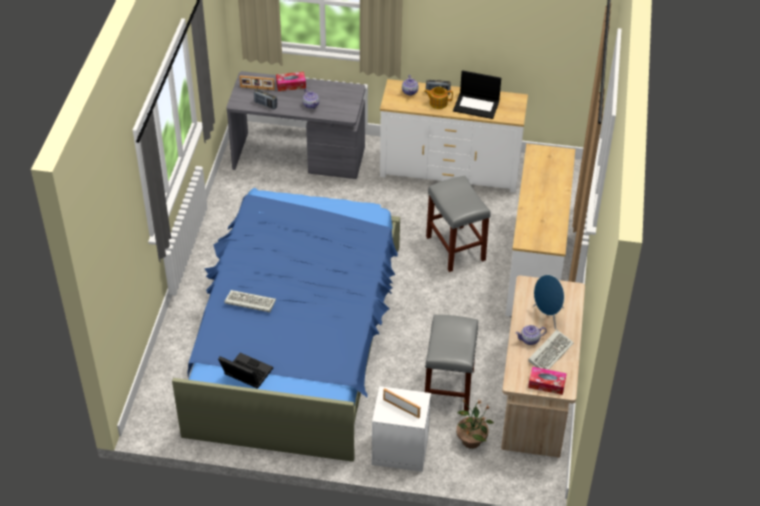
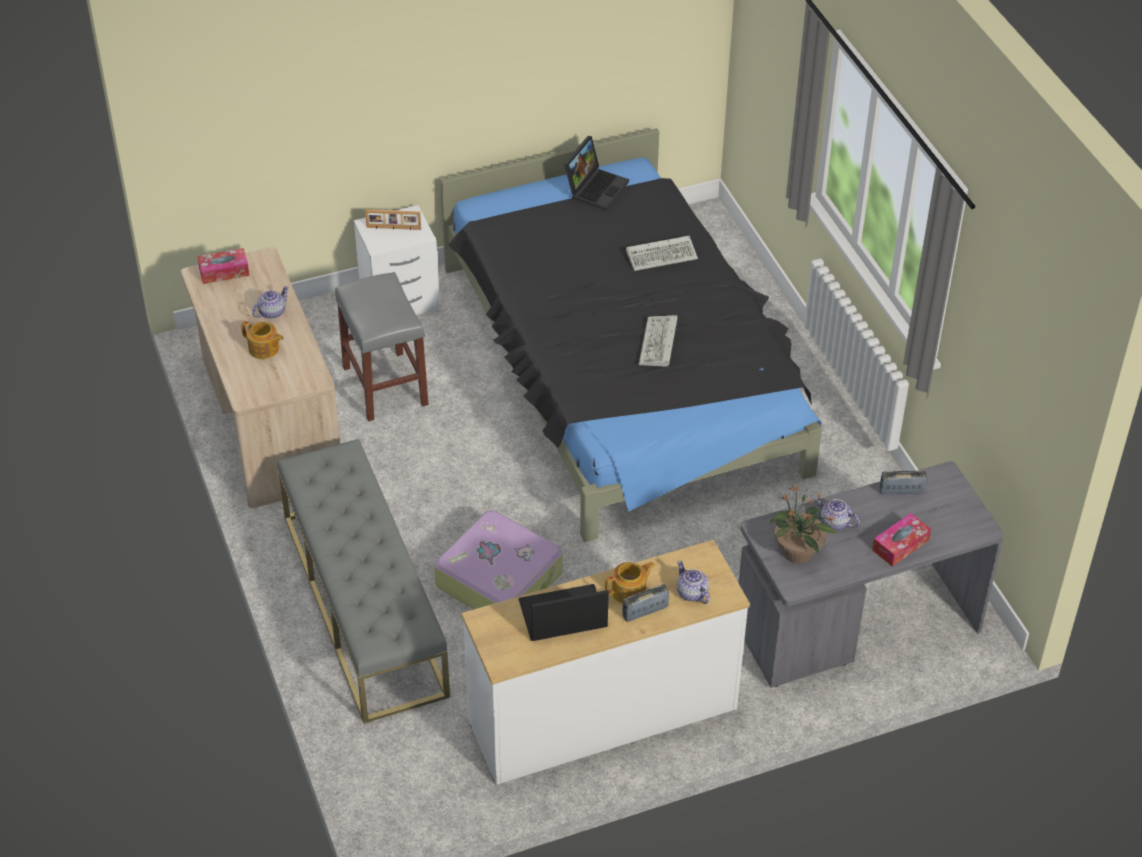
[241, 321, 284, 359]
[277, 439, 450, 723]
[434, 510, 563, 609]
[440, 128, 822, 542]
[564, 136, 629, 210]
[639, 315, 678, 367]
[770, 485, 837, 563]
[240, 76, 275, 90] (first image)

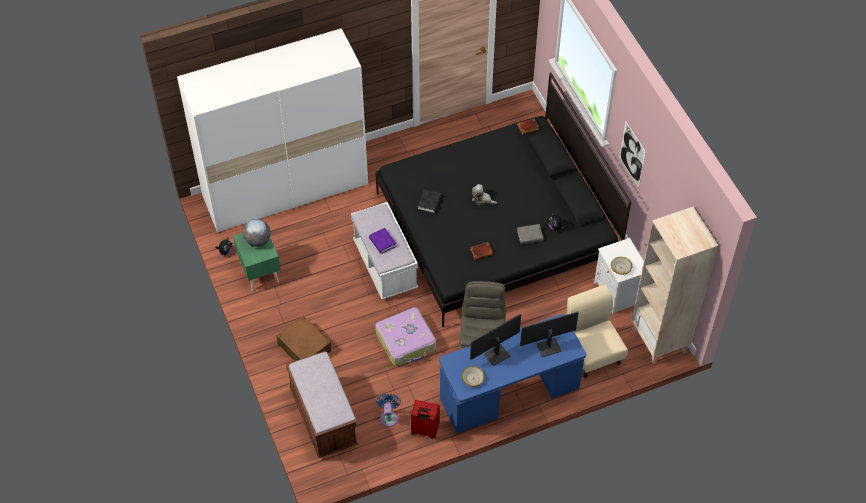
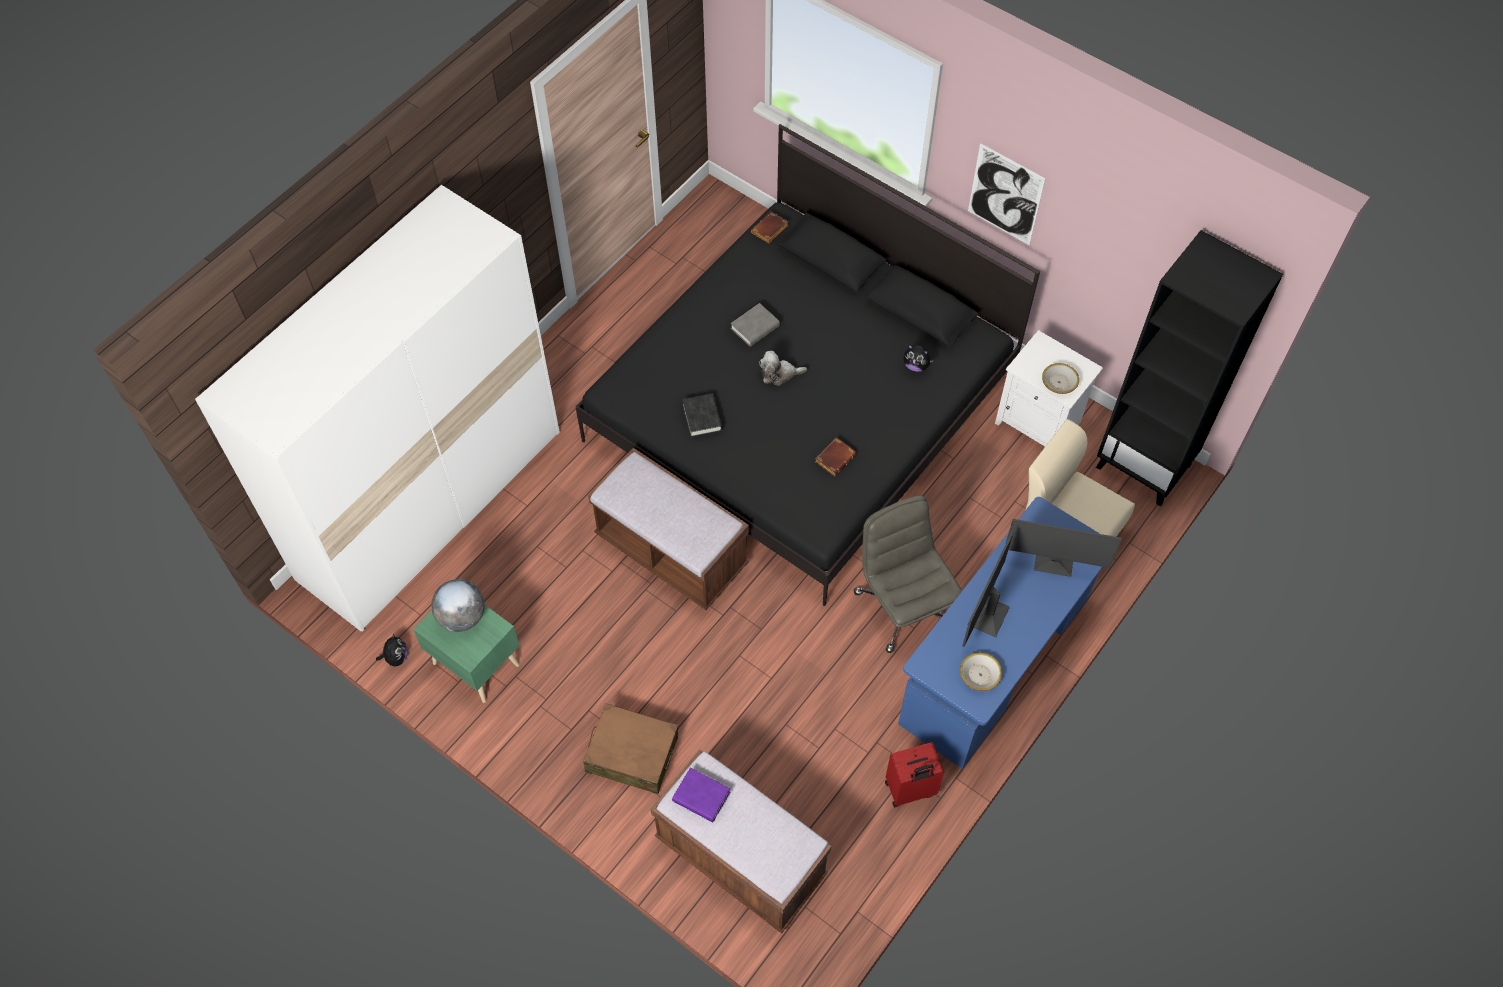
[588, 448, 749, 610]
[672, 768, 730, 822]
[730, 303, 780, 347]
[1006, 519, 1122, 577]
[1096, 230, 1283, 507]
[375, 307, 436, 366] (first image)
[376, 393, 401, 427] (first image)

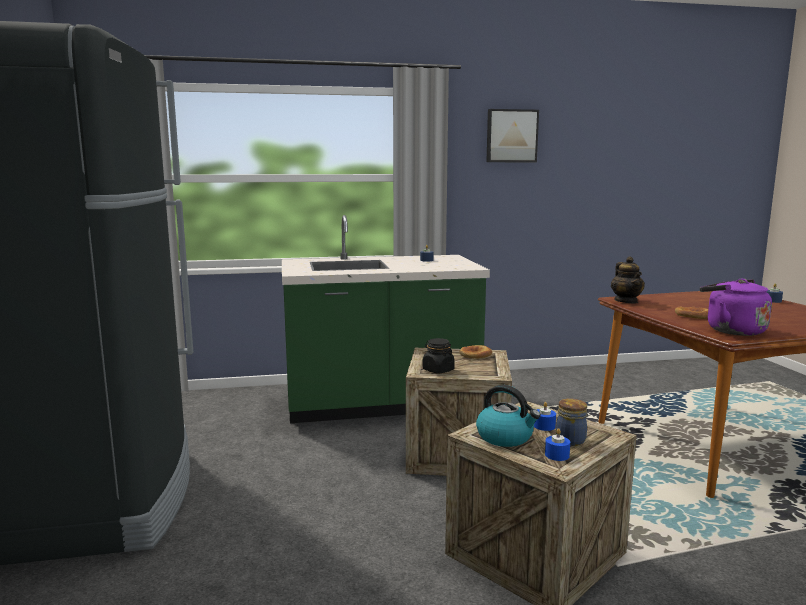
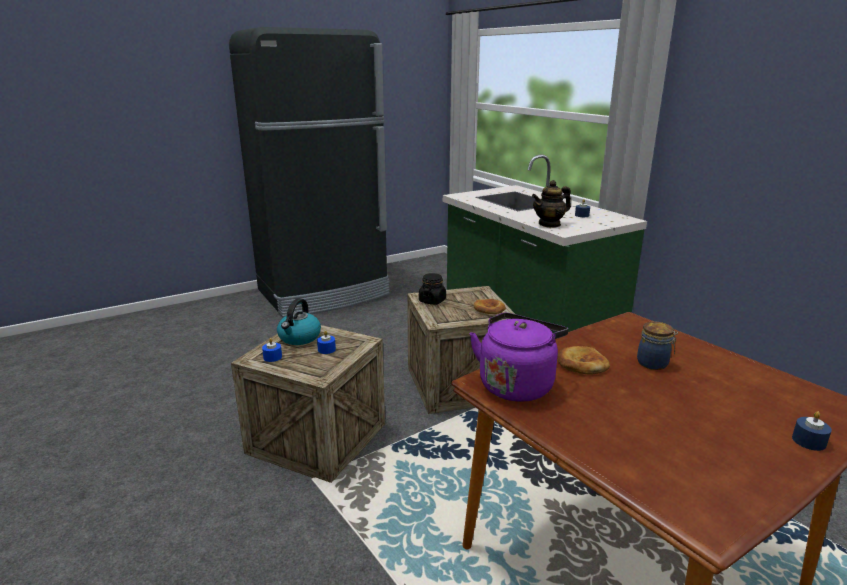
[532, 180, 571, 228]
[637, 321, 678, 370]
[486, 109, 539, 162] (first image)

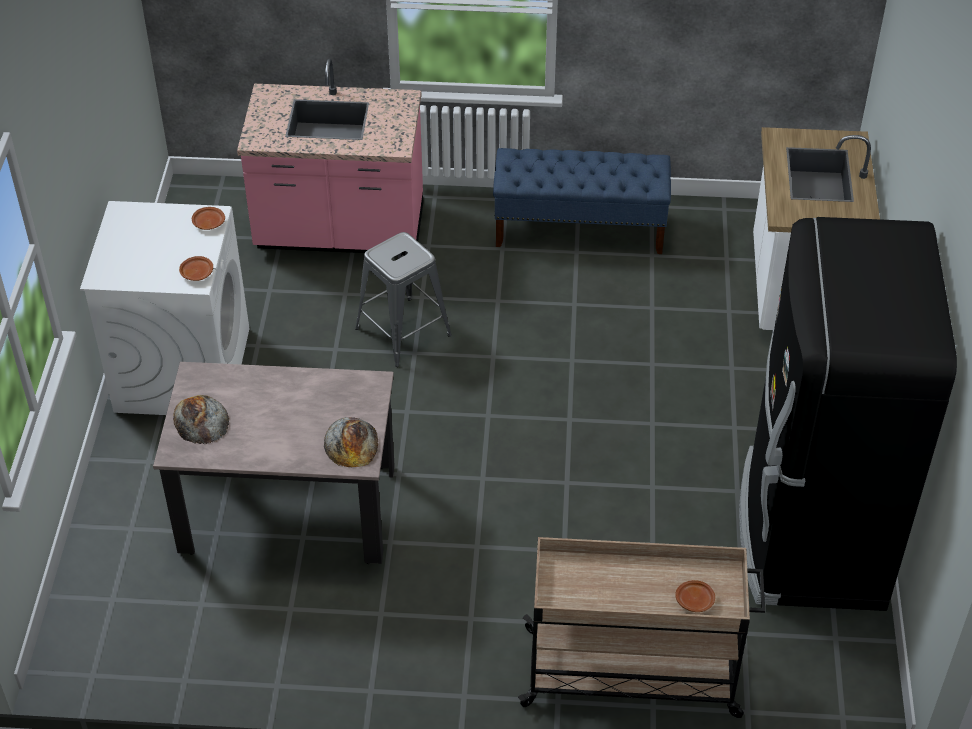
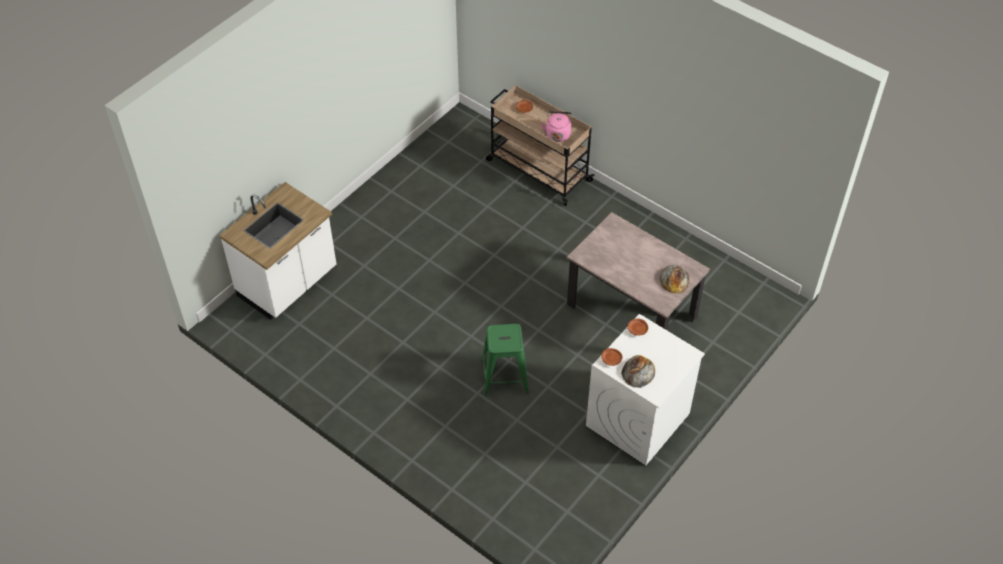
[481, 324, 529, 396]
[541, 111, 571, 142]
[621, 355, 655, 388]
[237, 58, 423, 253] (first image)
[493, 148, 671, 254] (first image)
[739, 217, 957, 611] (first image)

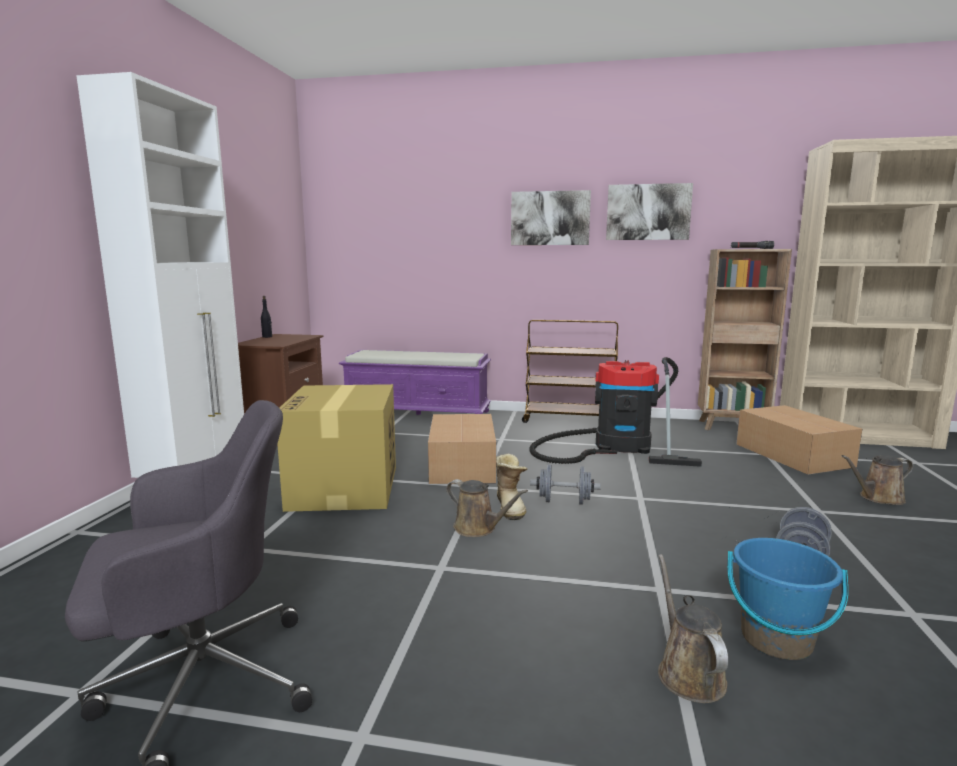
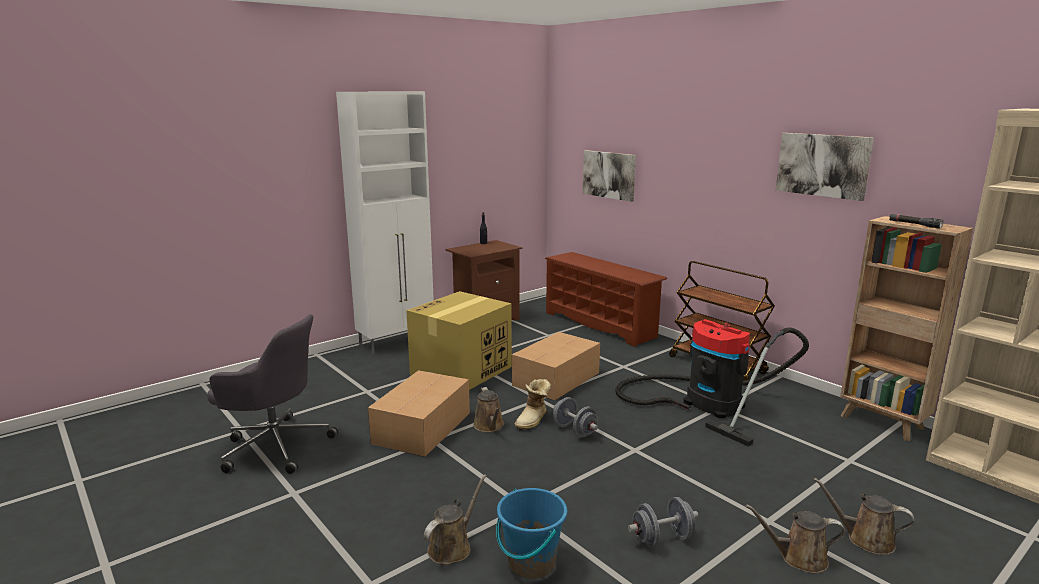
[368, 370, 470, 457]
[545, 252, 667, 347]
[583, 150, 636, 202]
[745, 504, 845, 573]

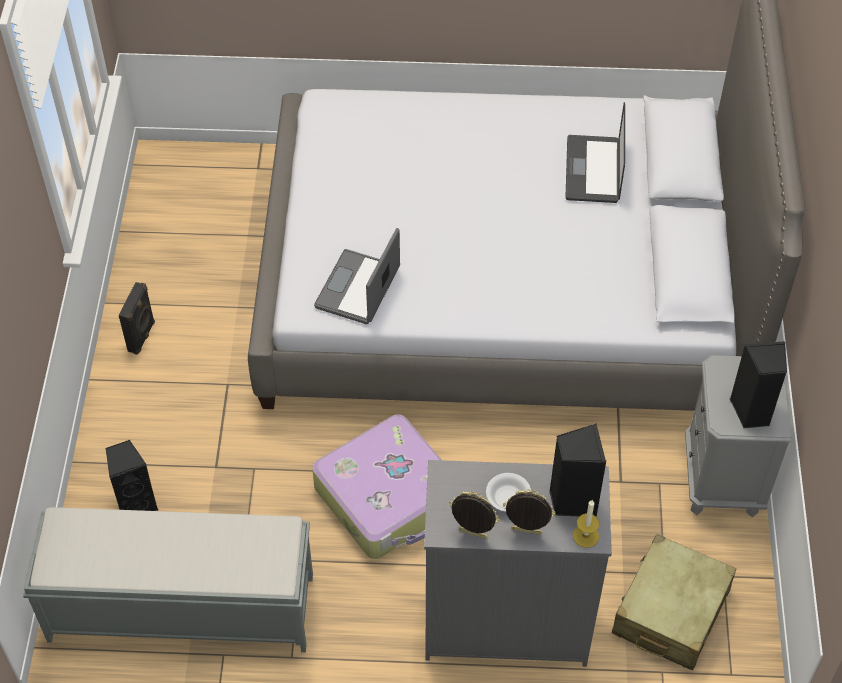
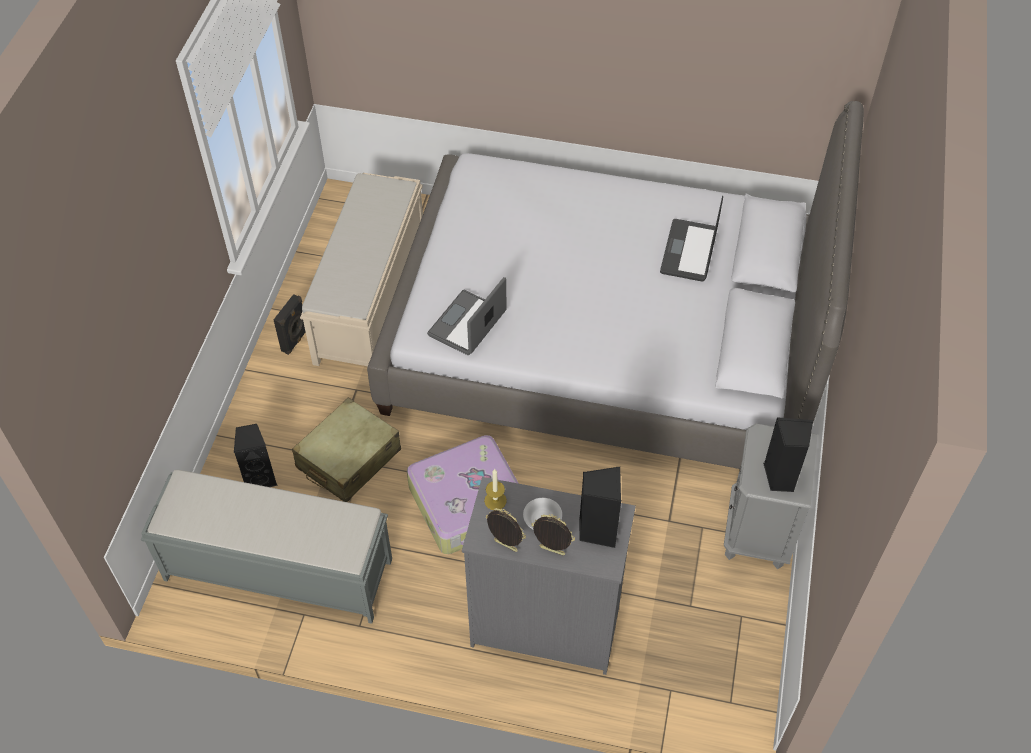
[292, 398, 401, 502]
[300, 173, 423, 366]
[484, 469, 507, 510]

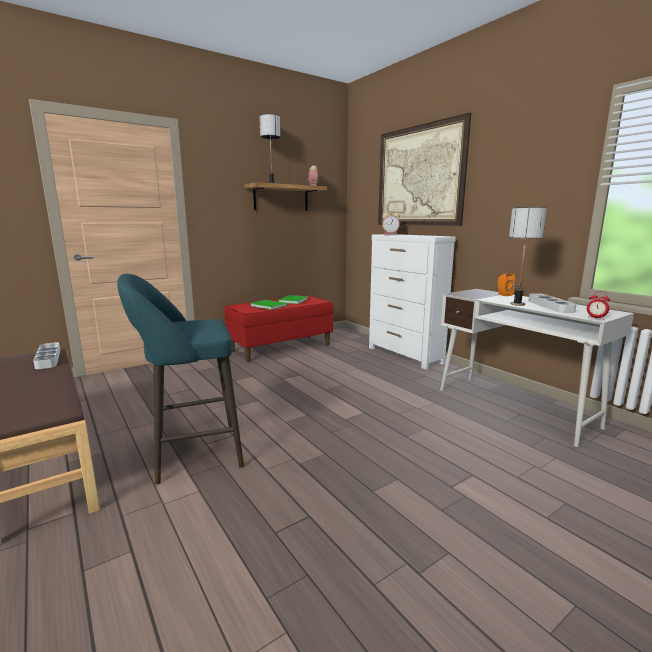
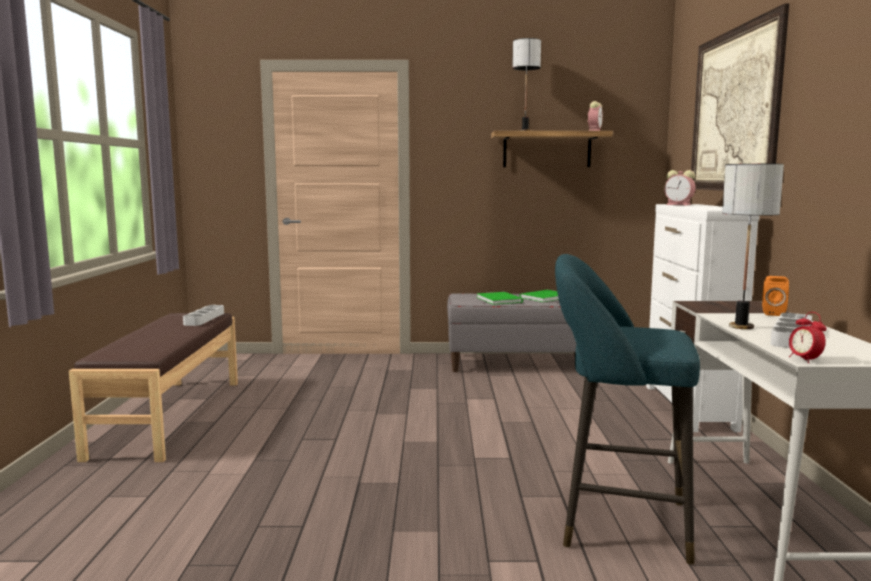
[447, 293, 577, 372]
[555, 254, 700, 565]

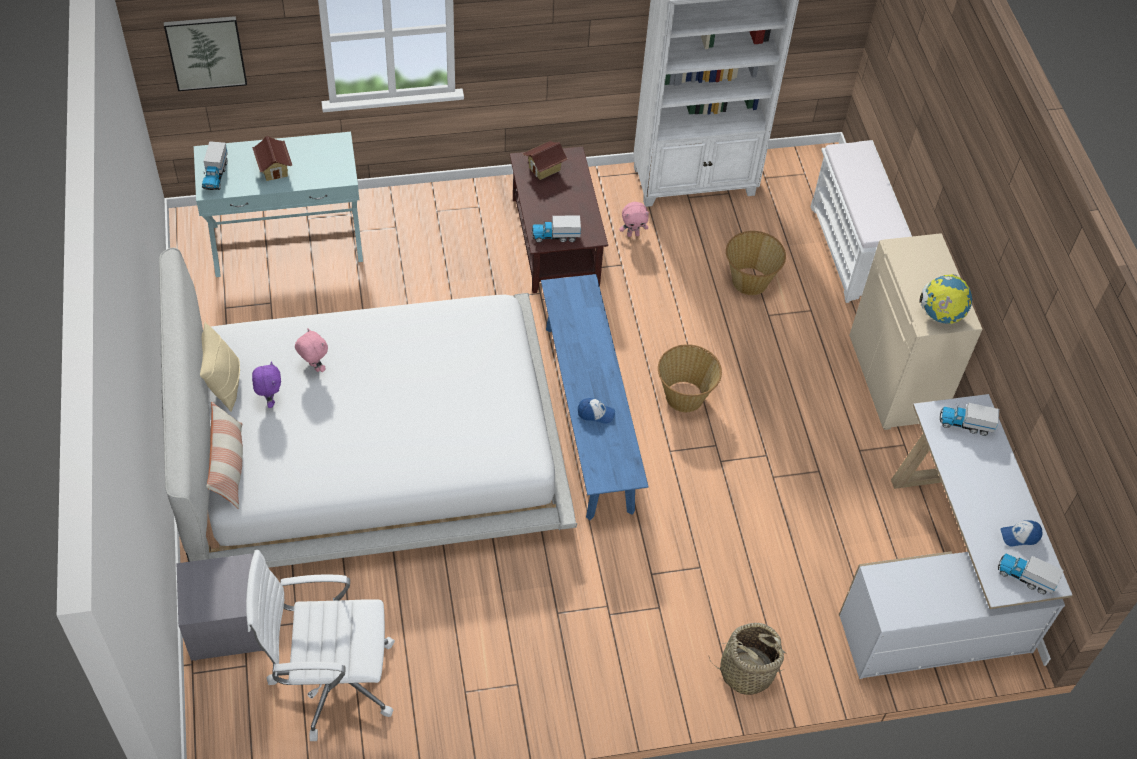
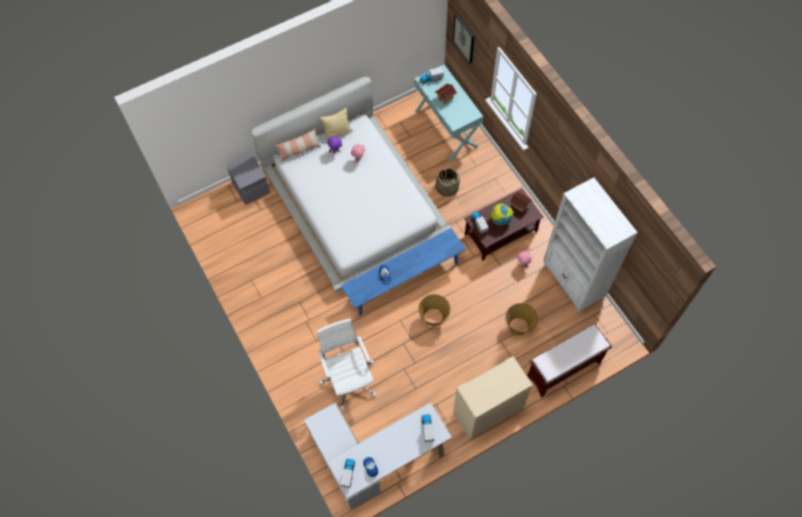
[317, 318, 377, 410]
[435, 166, 460, 198]
[491, 203, 513, 226]
[527, 324, 612, 397]

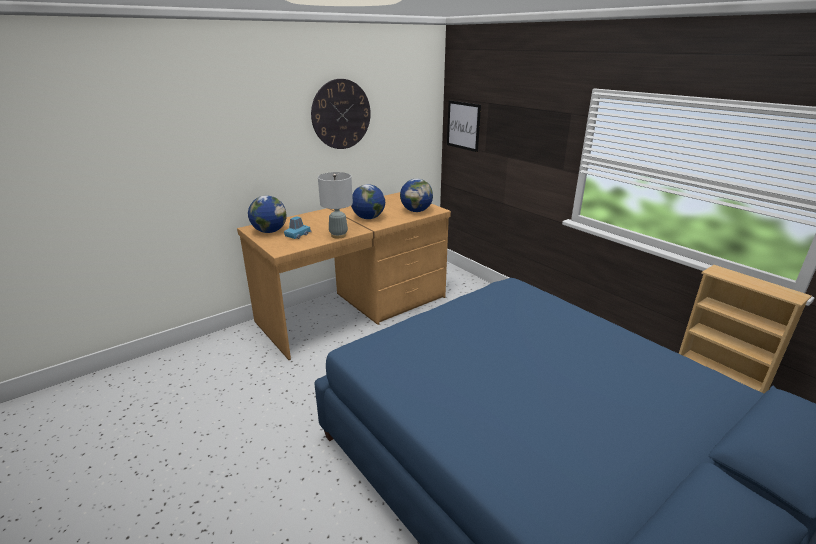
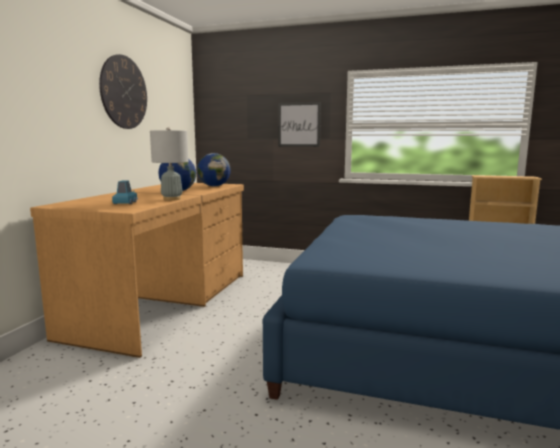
[278, 102, 321, 147]
[248, 196, 286, 233] (first image)

